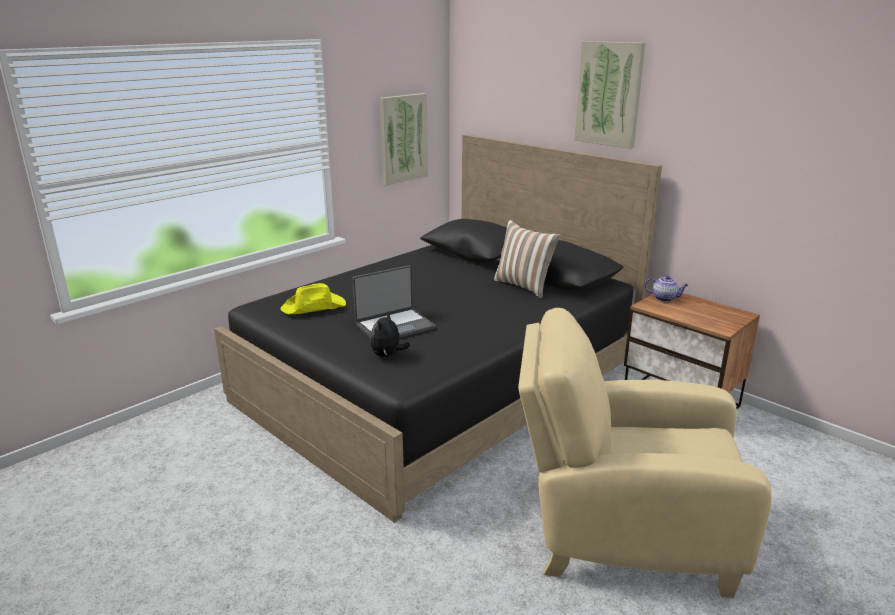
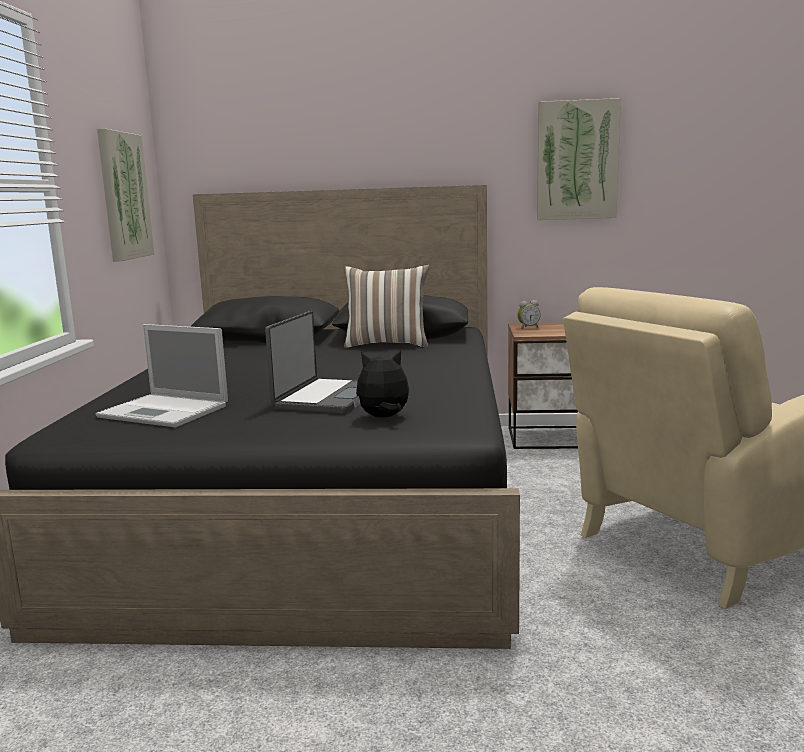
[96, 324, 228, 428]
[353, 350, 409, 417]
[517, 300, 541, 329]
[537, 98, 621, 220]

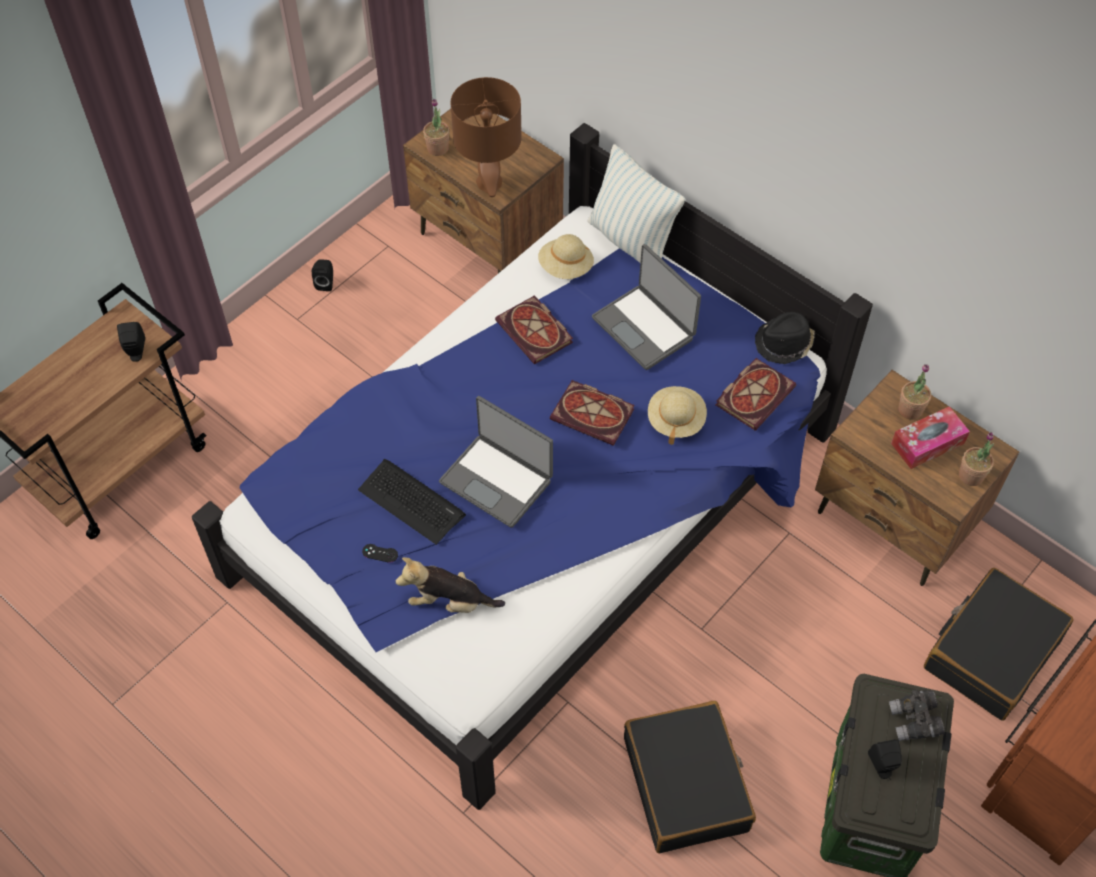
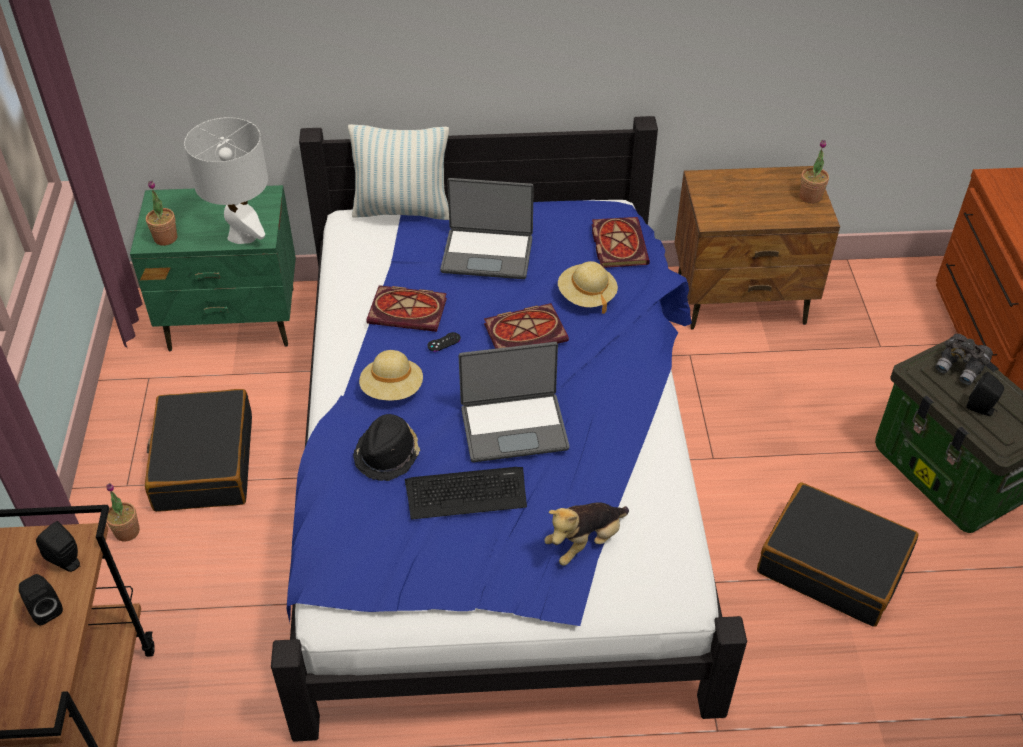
[19, 574, 63, 626]
[106, 483, 140, 541]
[130, 185, 296, 351]
[145, 389, 252, 512]
[184, 117, 268, 244]
[353, 414, 420, 481]
[359, 350, 423, 401]
[427, 332, 461, 352]
[891, 406, 970, 469] (first image)

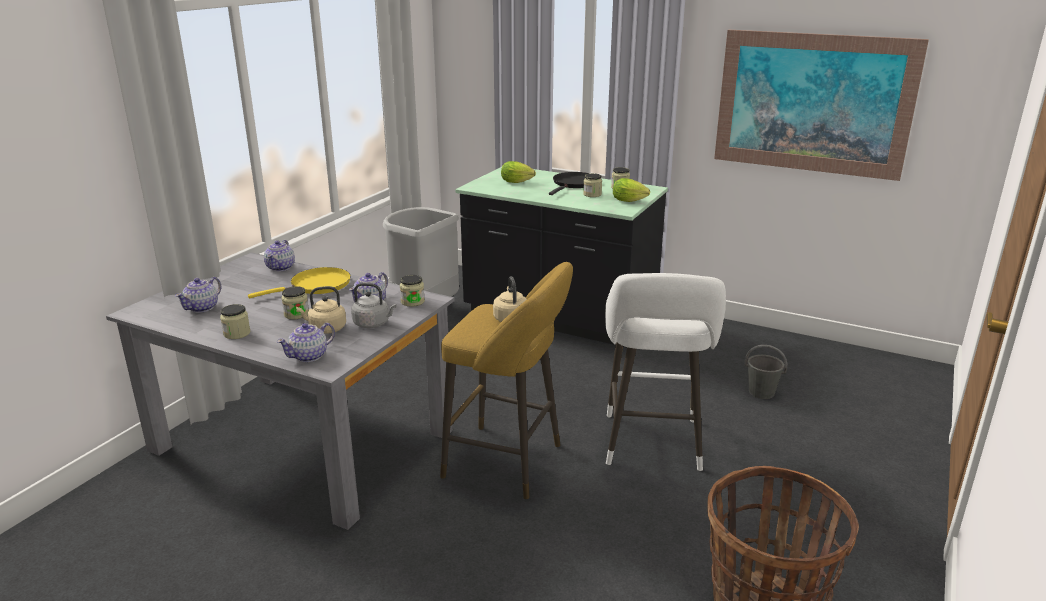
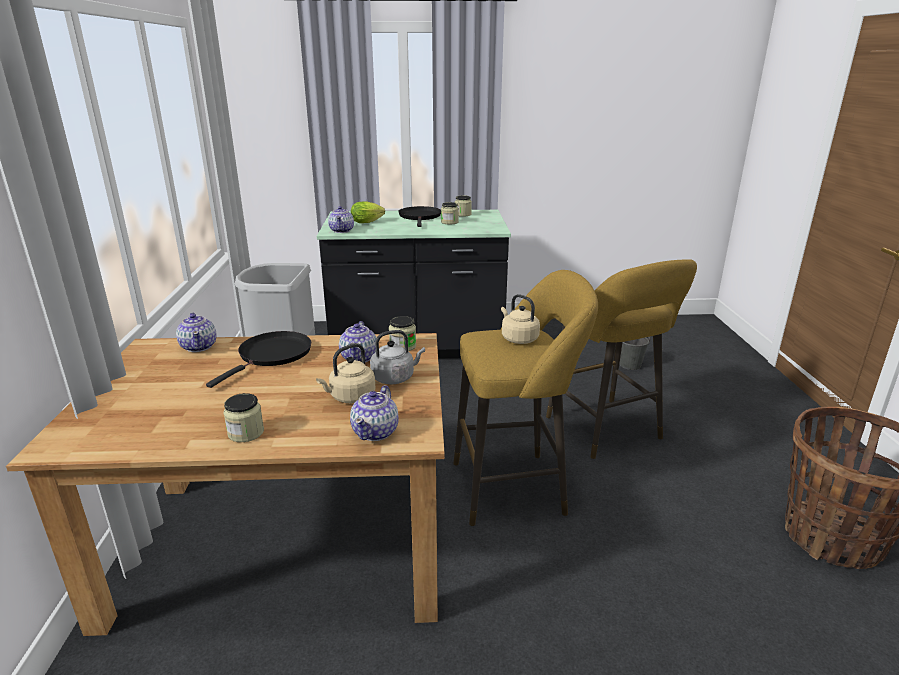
[6, 333, 445, 636]
[206, 331, 311, 388]
[328, 206, 354, 233]
[546, 259, 697, 459]
[282, 286, 309, 319] (first image)
[613, 178, 650, 202] (first image)
[714, 30, 929, 181] (first image)

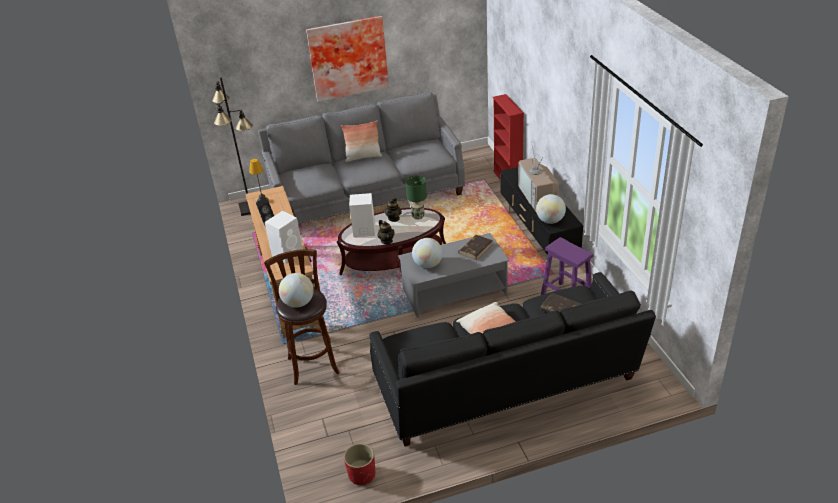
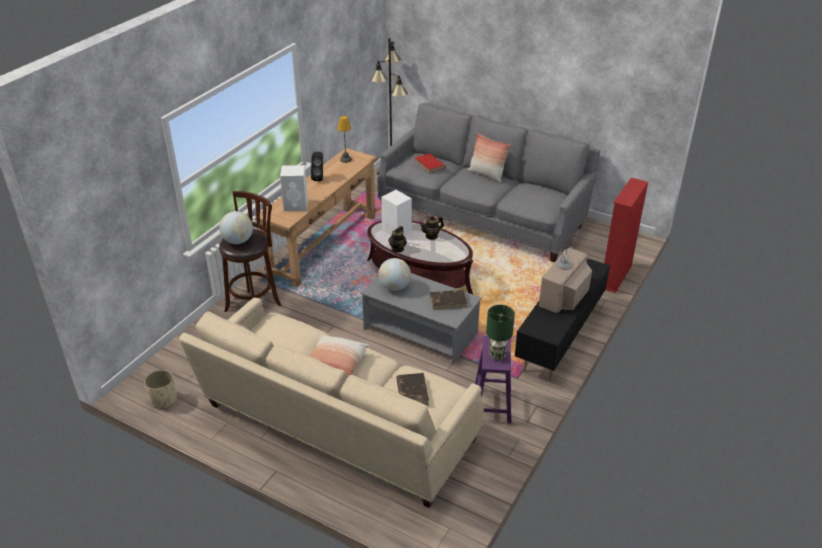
[144, 370, 177, 408]
[179, 298, 484, 508]
[414, 153, 446, 174]
[486, 305, 515, 361]
[306, 16, 389, 102] (first image)
[536, 194, 566, 224] (first image)

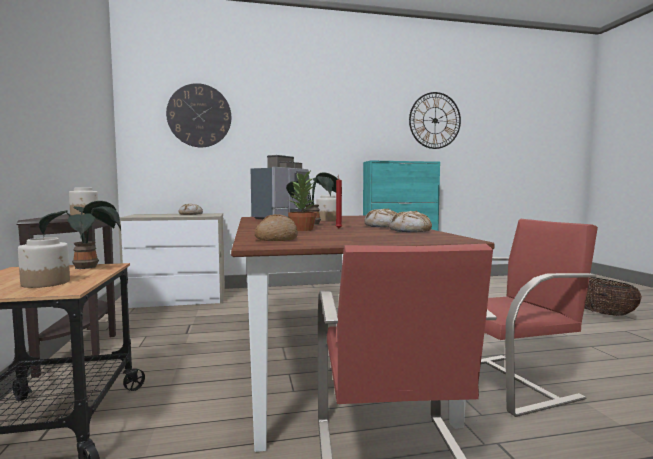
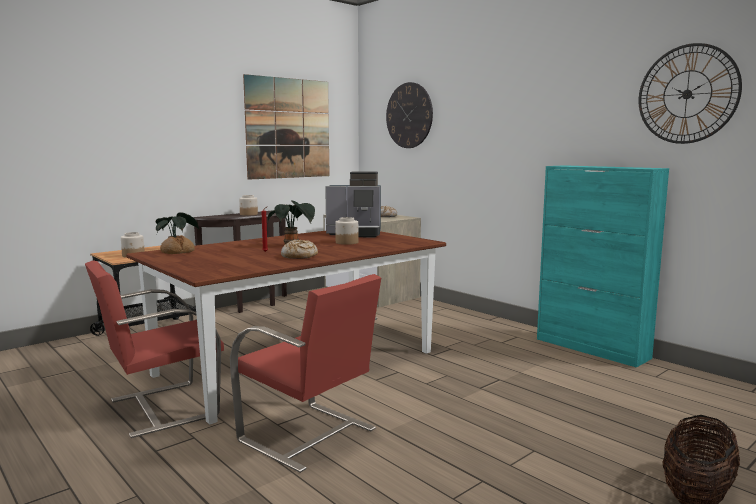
[243, 74, 330, 180]
[288, 171, 317, 231] (first image)
[389, 211, 432, 232] (first image)

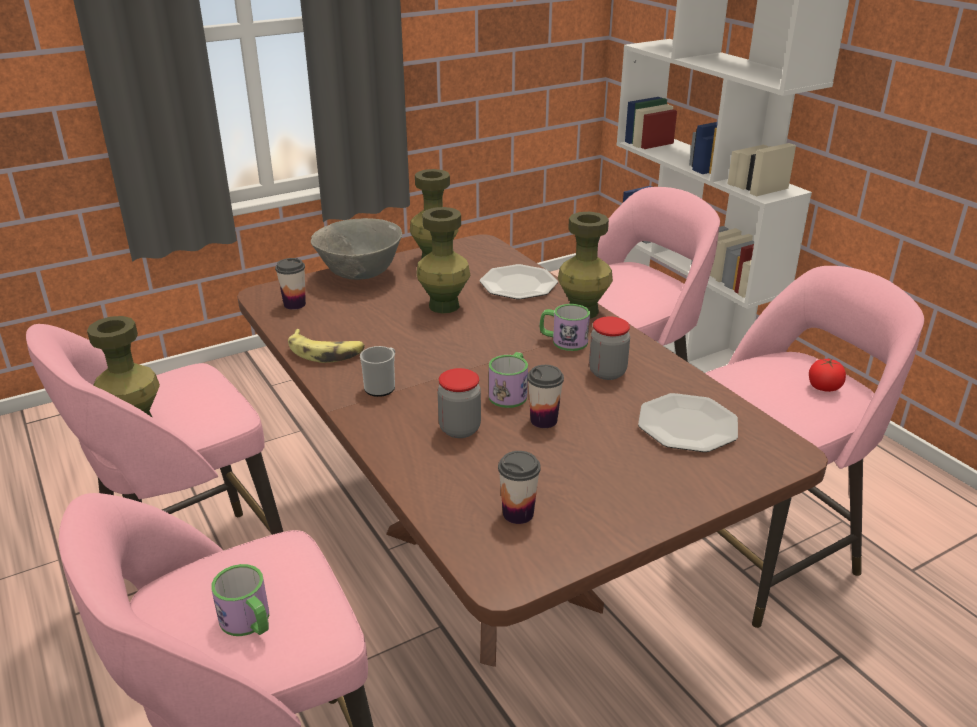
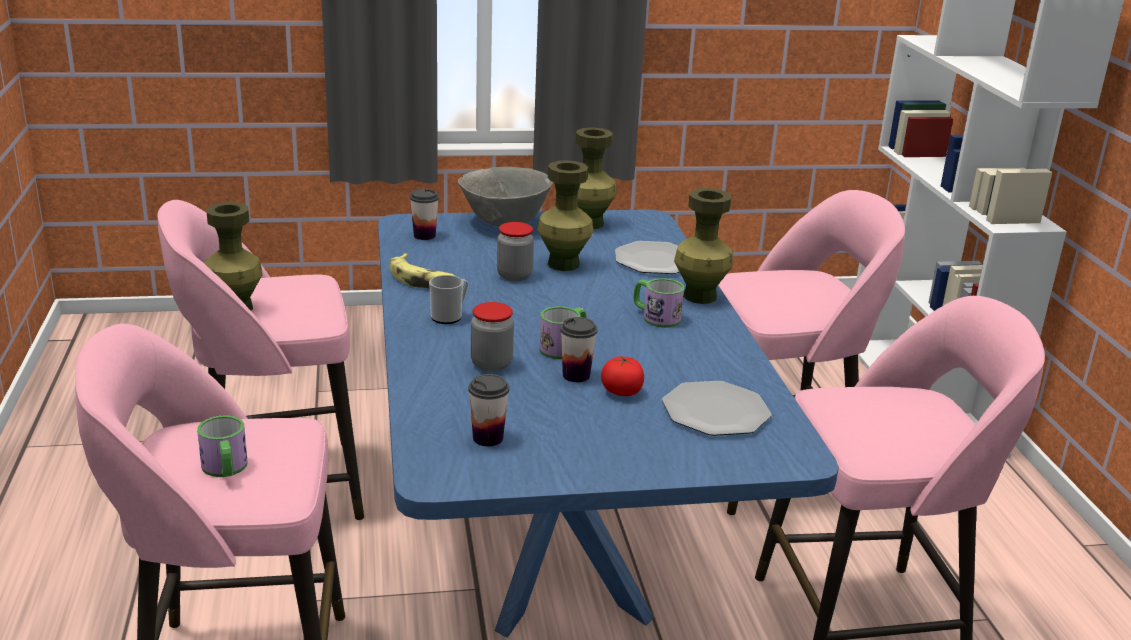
[378, 210, 839, 638]
[497, 222, 534, 281]
[601, 355, 644, 396]

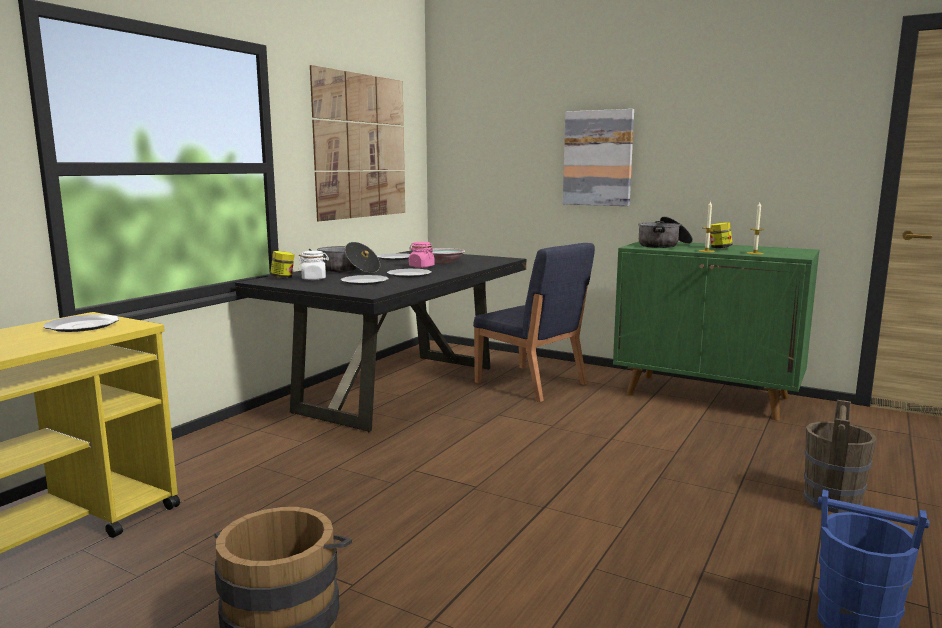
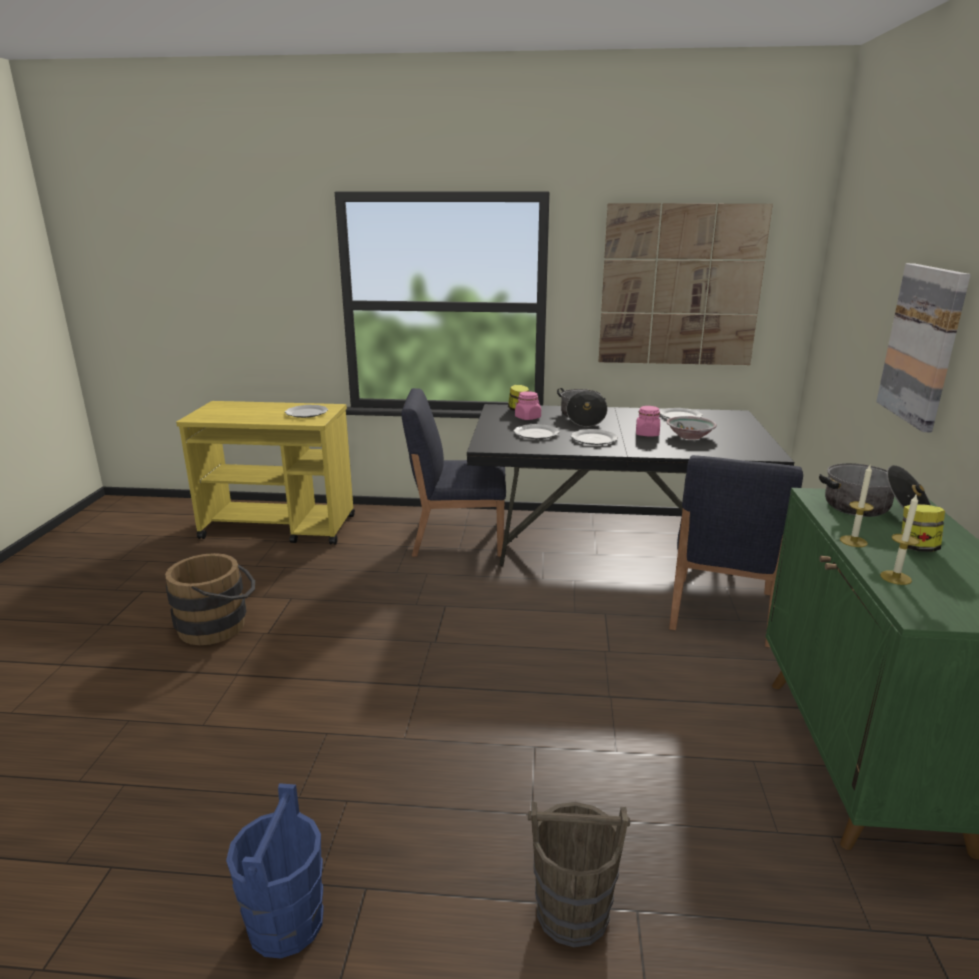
[401, 388, 506, 557]
[515, 391, 541, 420]

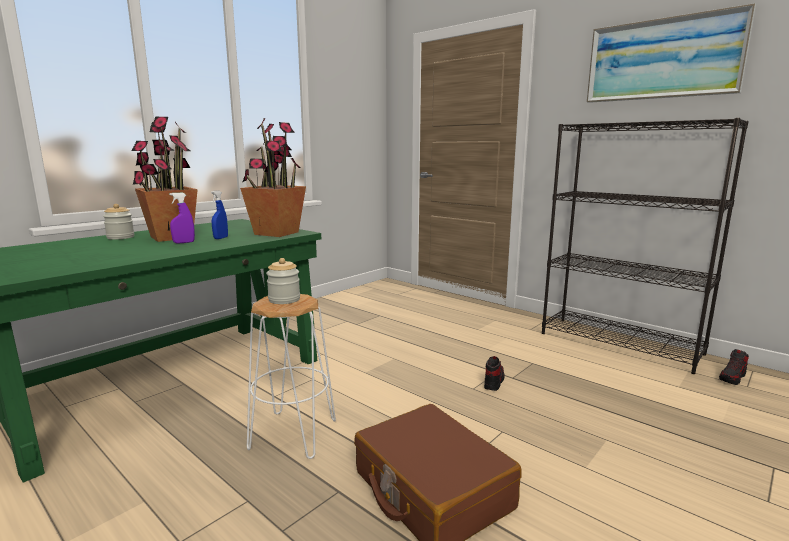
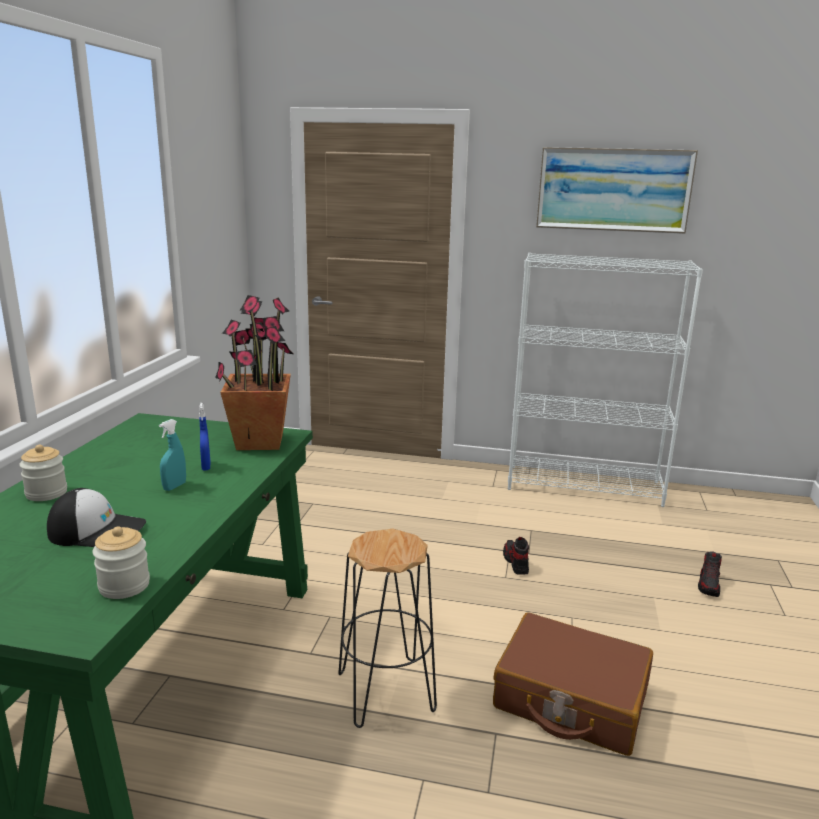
[47, 488, 146, 547]
[93, 526, 150, 599]
[159, 419, 186, 491]
[338, 529, 437, 728]
[508, 253, 703, 507]
[698, 551, 722, 597]
[131, 117, 198, 242] (first image)

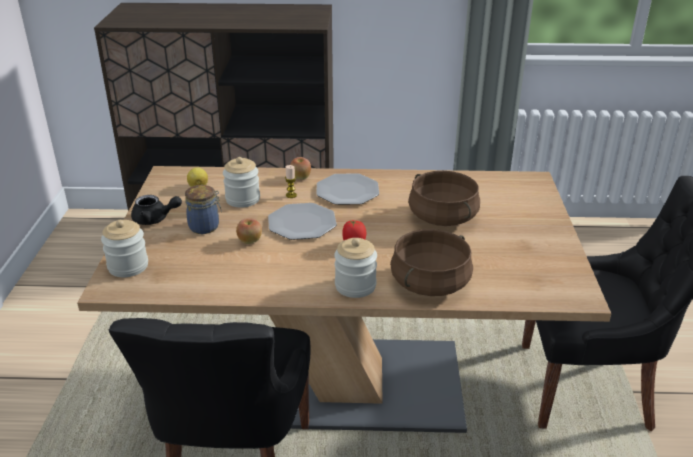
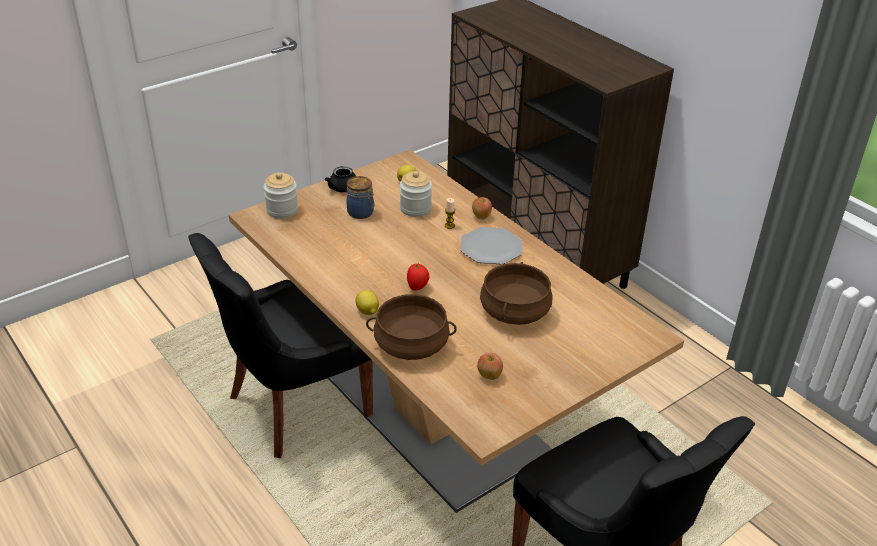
[355, 290, 379, 315]
[477, 353, 503, 380]
[268, 203, 337, 240] (first image)

